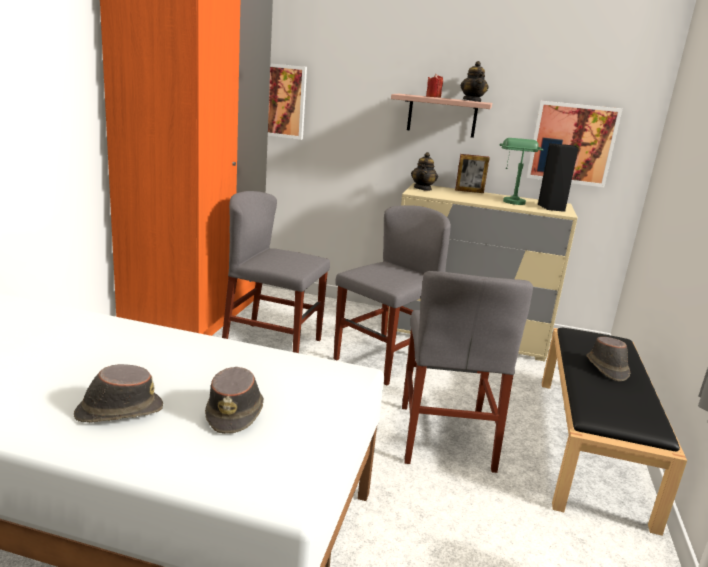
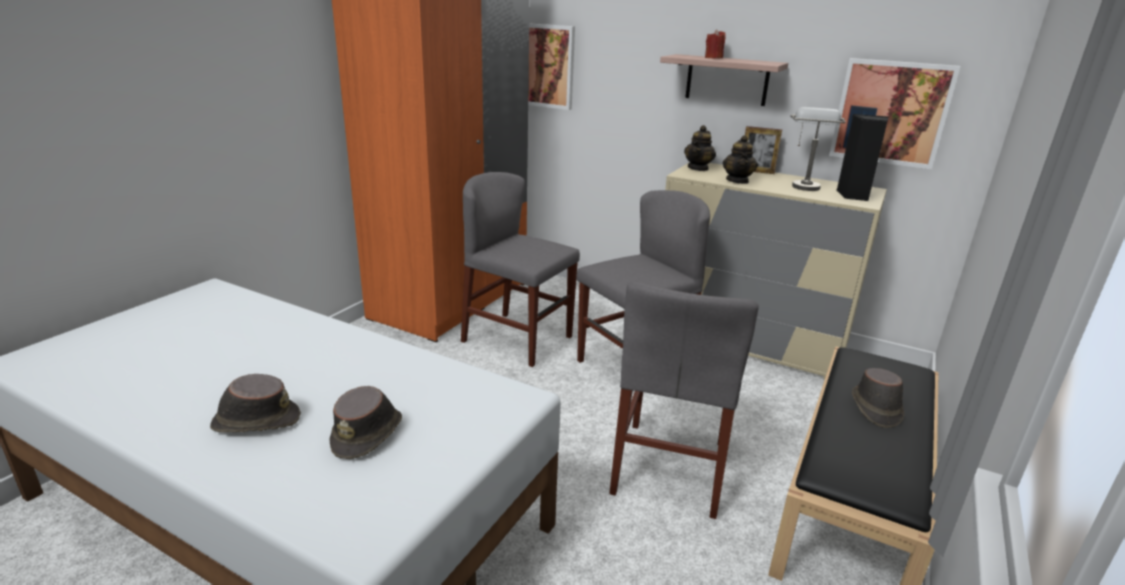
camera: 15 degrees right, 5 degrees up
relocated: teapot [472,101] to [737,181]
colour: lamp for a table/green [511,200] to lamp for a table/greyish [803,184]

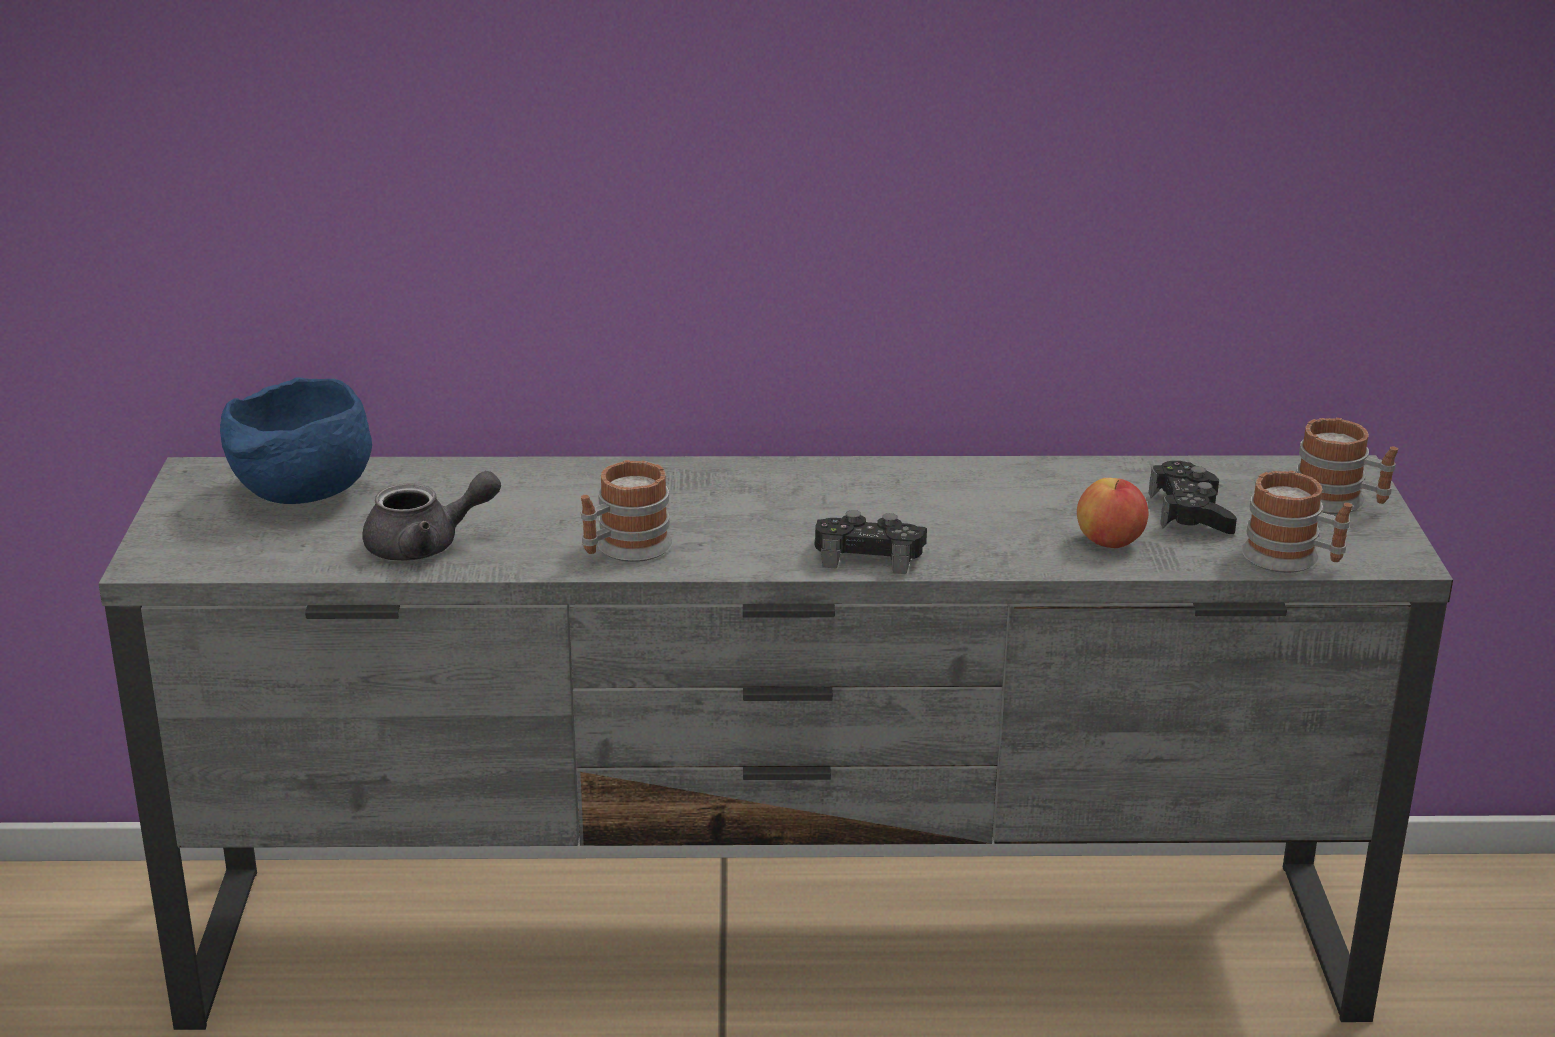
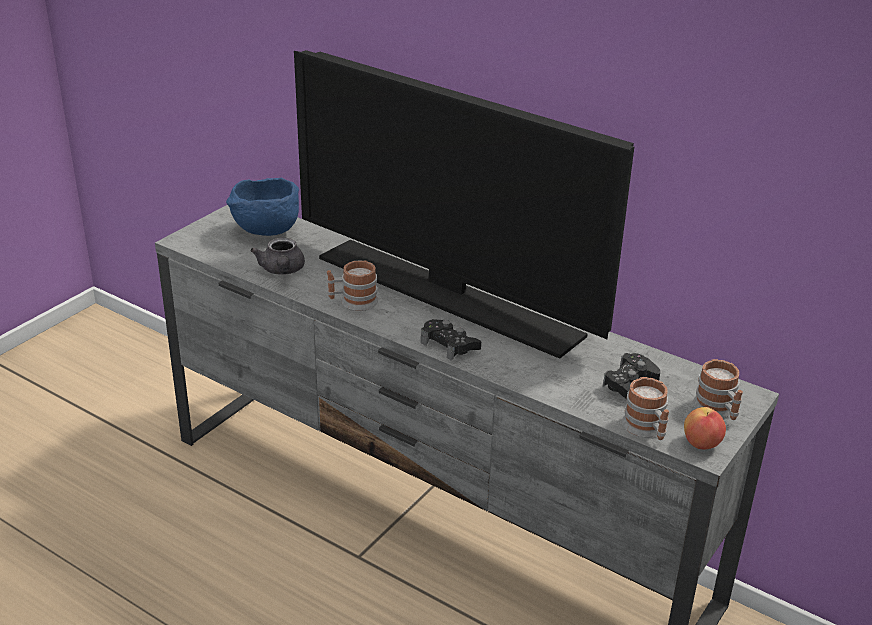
camera: 35 degrees right, 5 degrees up
appeared: TV set [449,296]
relocated: apple [1110,542] to [701,444]
spun: teapot/greyish [426,545] = [282,270] 60 degrees clockwise

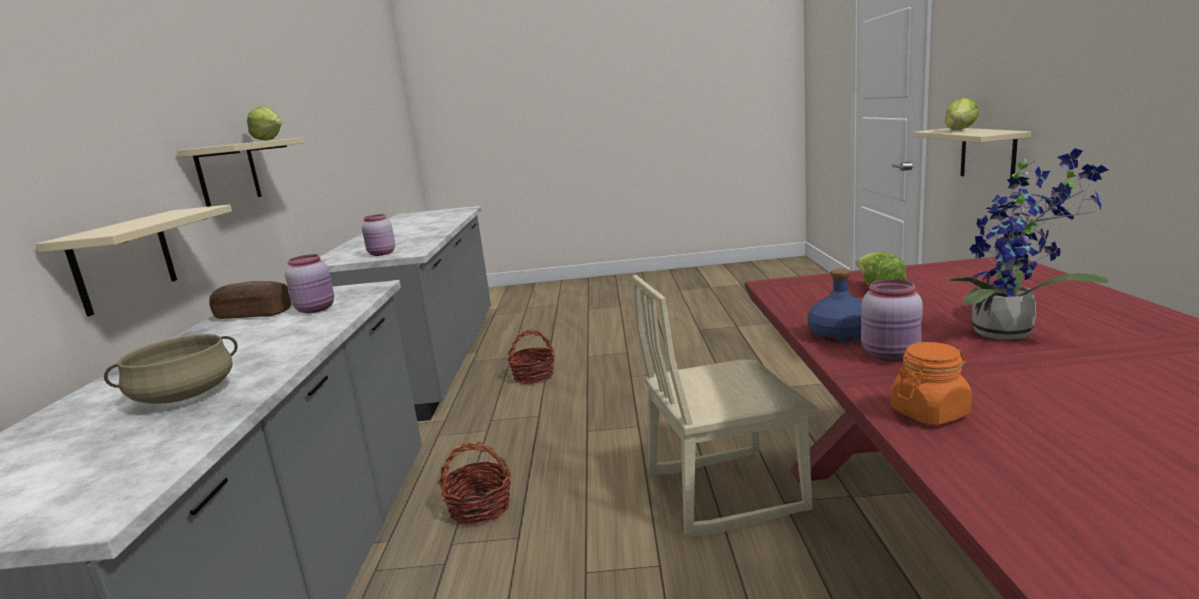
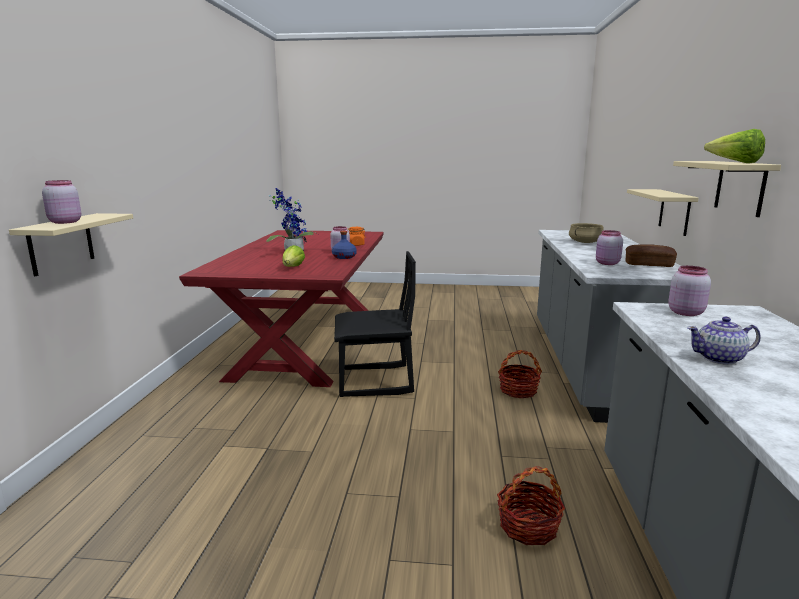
camera: 175 degrees left, 0 degrees up
appeared: teapot [720,358]
exchanged: lettuce head [960,130] to jar/pink-coloured [64,222]
colour: upright chair/beige-coloured [724,491] to upright chair/black [374,381]

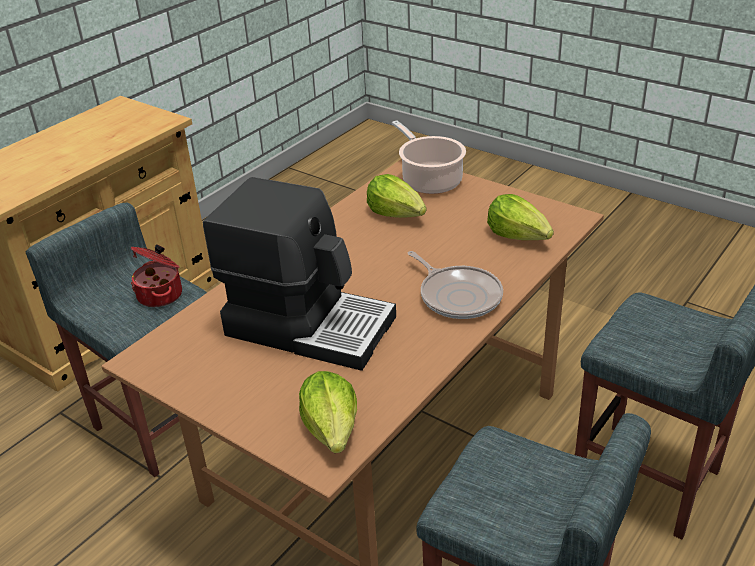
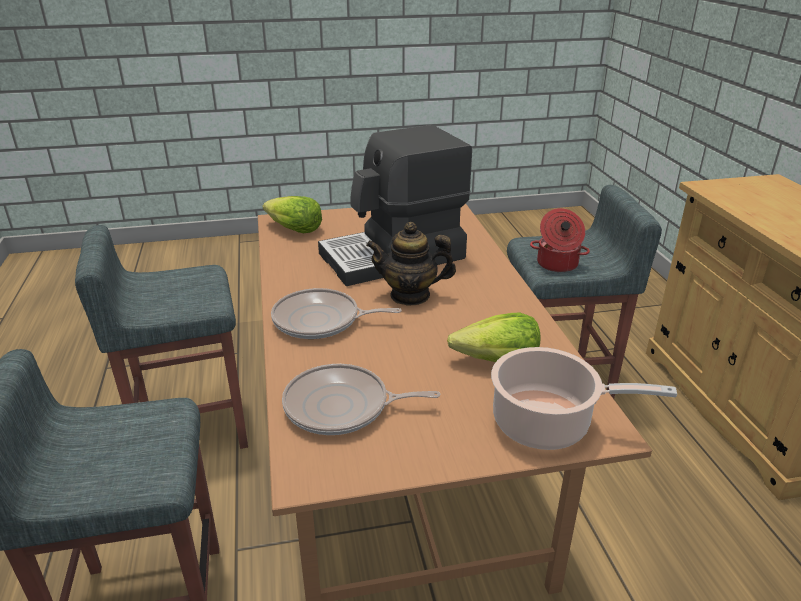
camera: 130 degrees right, 5 degrees down
appeared: teapot [410,295]
exchanged: lettuce head [518,236] to skillet [342,407]

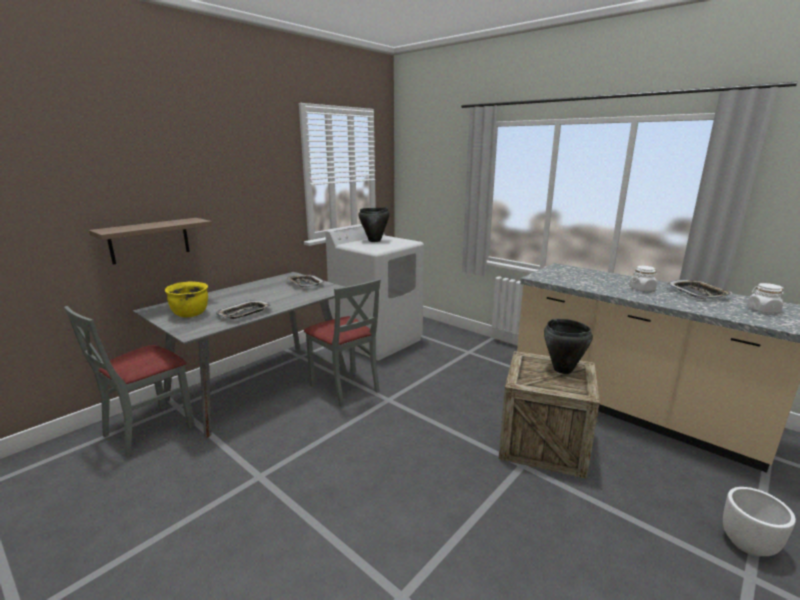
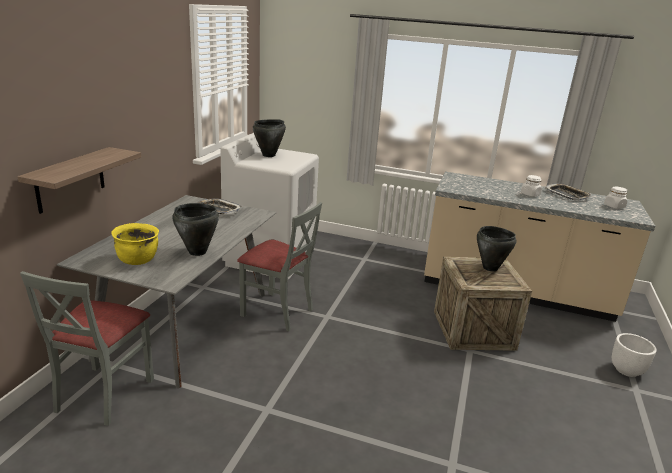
camera: 25 degrees left, 5 degrees up
exchanged: tray [244,313] to saucepot/black [197,252]

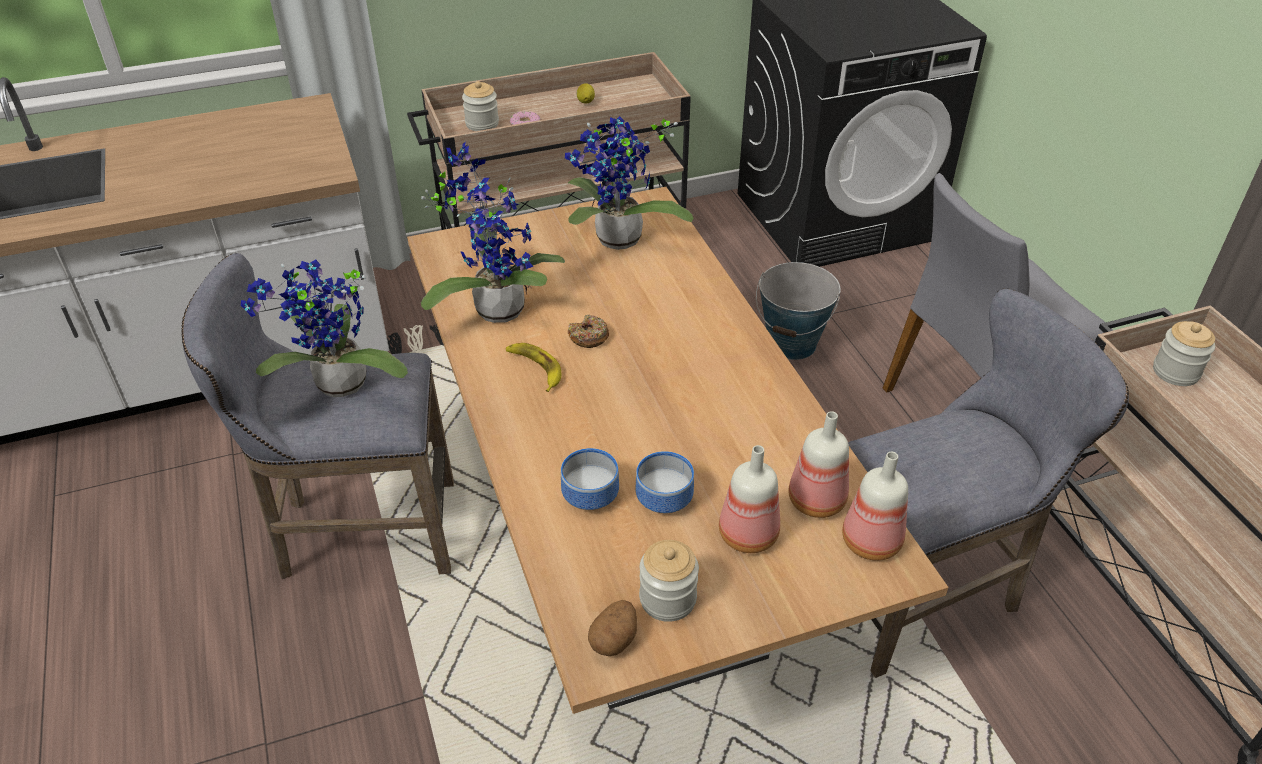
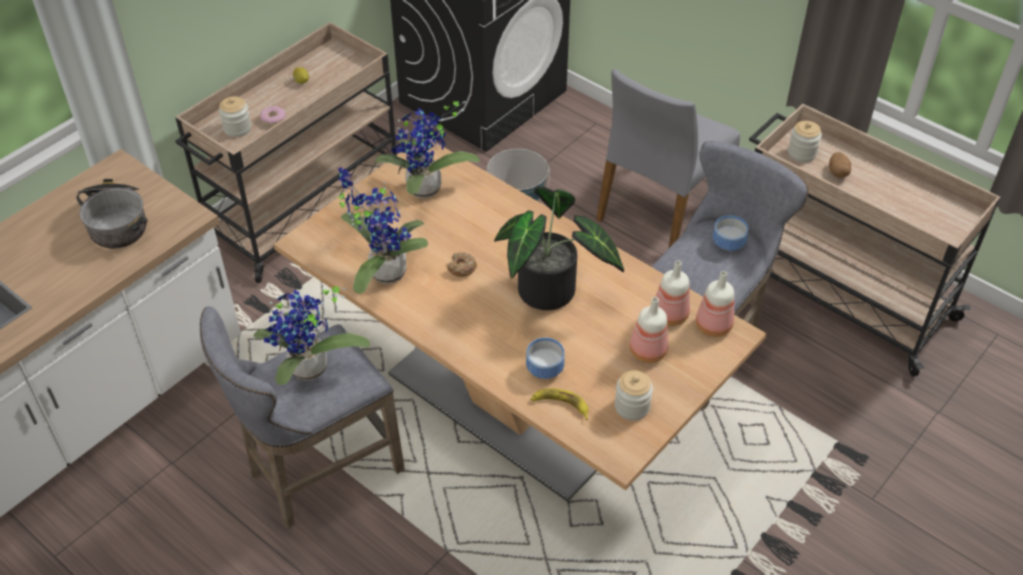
camera: 30 degrees left, 5 degrees up
appeared: saucepot [117,222]; plant in a pot [551,295]
relocated: banana [535,368] to [560,405]; deep dish [666,498] to [728,242]; spud [614,639] to [838,172]

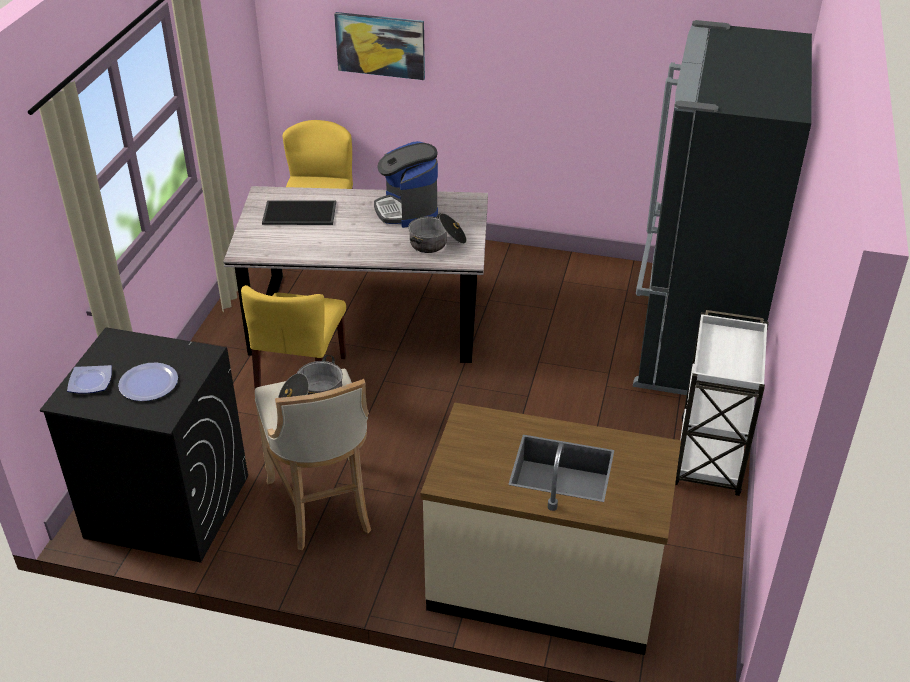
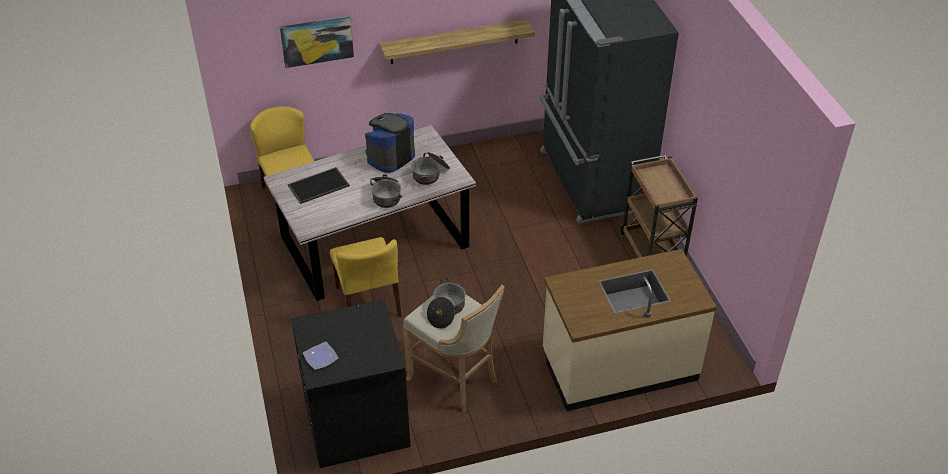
camera: 30 degrees left, 5 degrees up
missing: flat dish [148,383]
appeared: saucepot [386,195]; shelf [454,41]
colour: wheeled cart/white-coloured [709,459] to wheeled cart/brownish [652,252]
spun: coffee brewer [407,210] = [390,157] 90 degrees clockwise

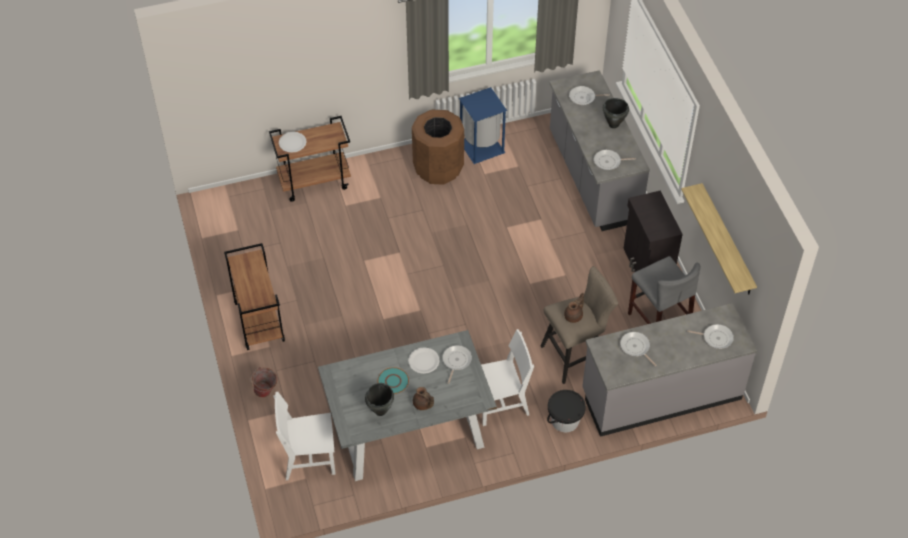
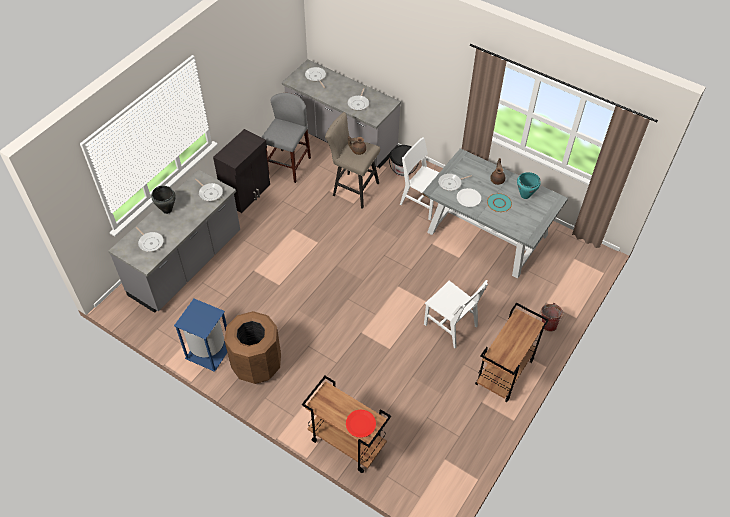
camera: 130 degrees left, 0 degrees up
missing: shelf [727,241]
relocated: upright chair/white-coloured [309,458] to [450,325]
colour: flat dish/white-coloured [292,143] to flat dish/red [360,423]; saucepot/black [380,411] to saucepot/turquoise [524,195]

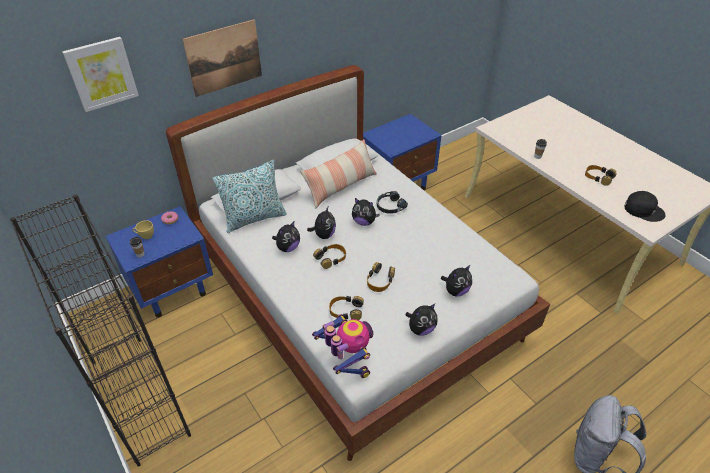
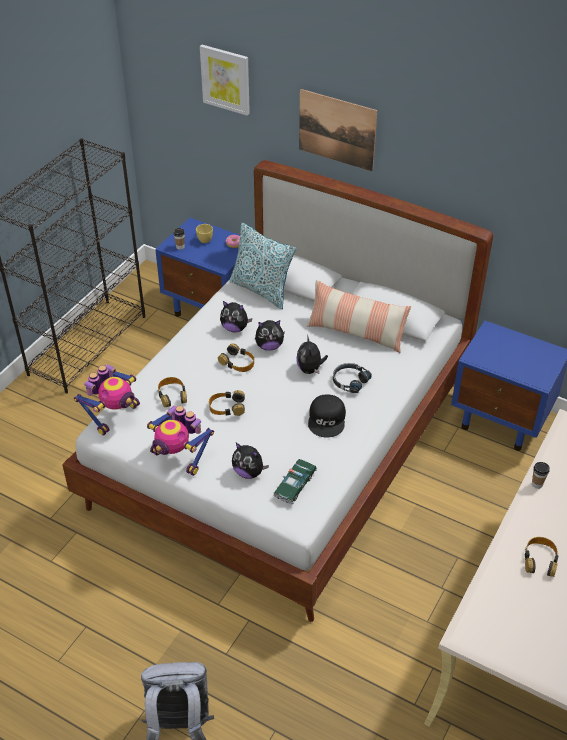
camera: 65 degrees right, 0 degrees up
appeared: model car [295,485]
relocated: cap/black [643,210] to [327,419]
exchanged: cuddly toy [421,329] to robot figure [179,458]

